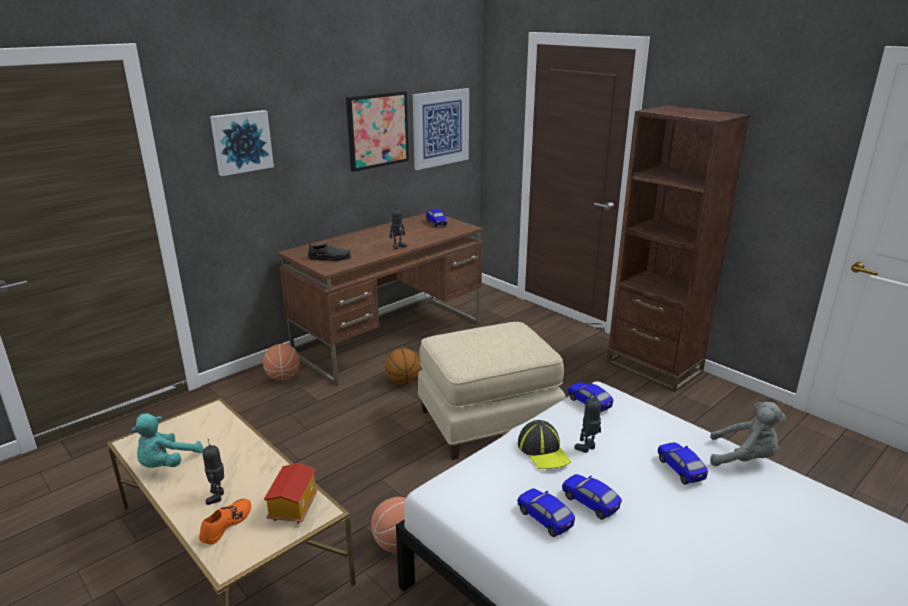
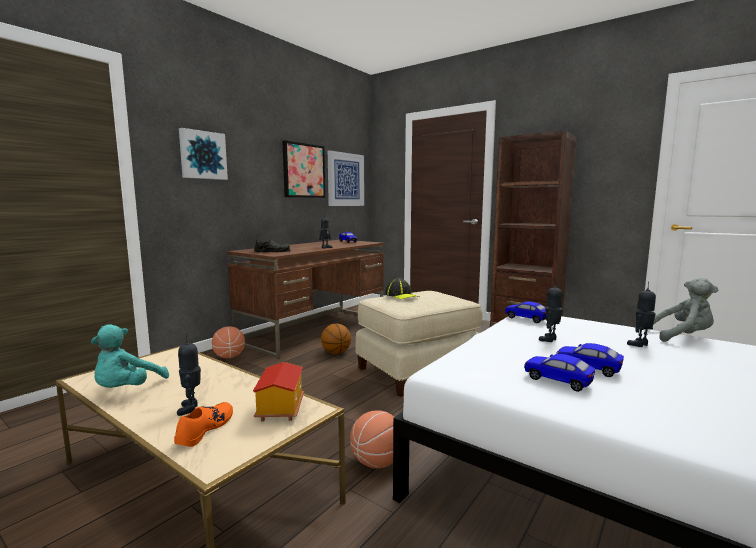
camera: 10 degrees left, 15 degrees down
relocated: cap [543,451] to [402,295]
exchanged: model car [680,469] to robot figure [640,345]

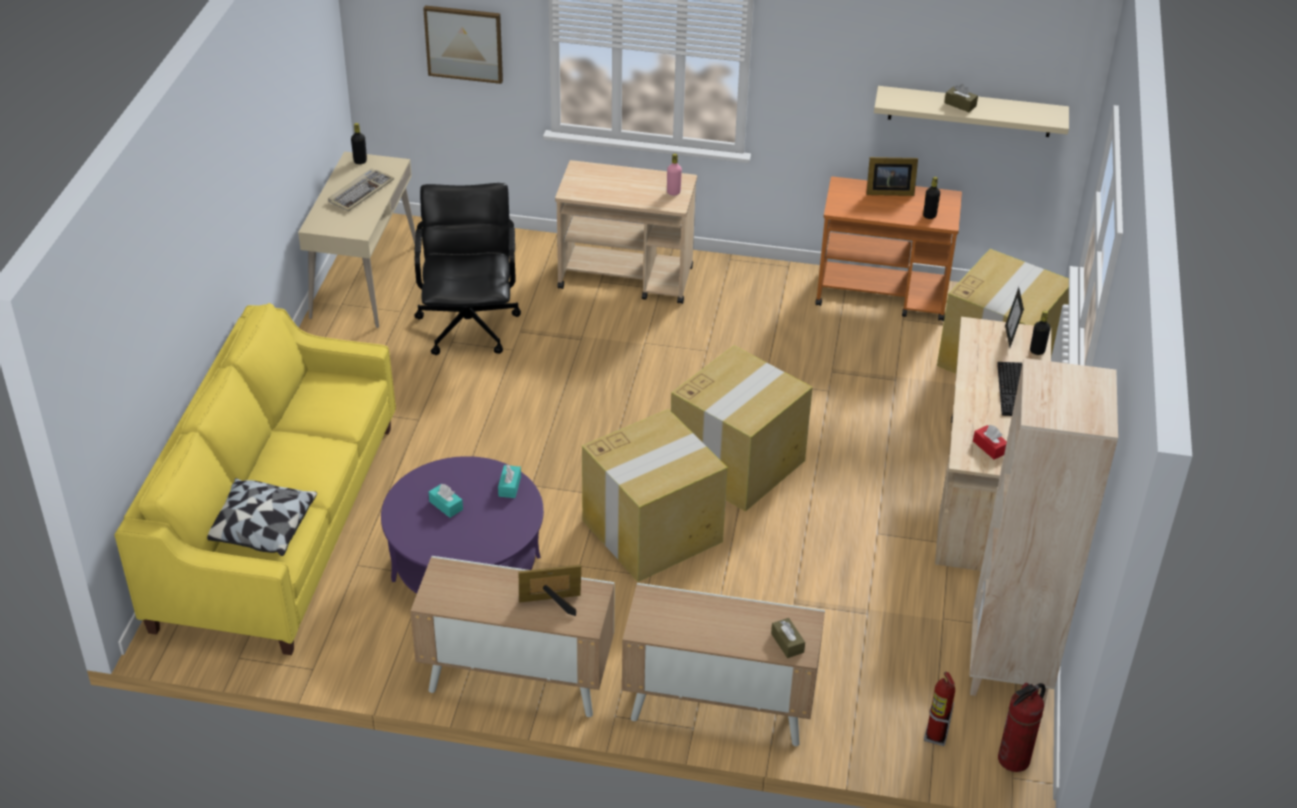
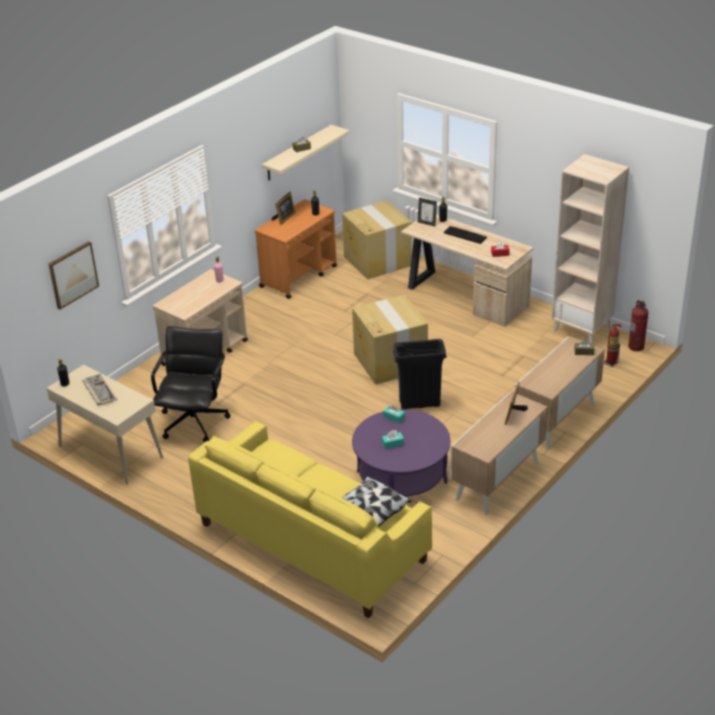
camera: 60 degrees left, 5 degrees down
exchanged: cardboard box [653,530] to rubbish bin/black [420,404]
spun: office chair/black [469,326] = [194,421] 75 degrees clockwise

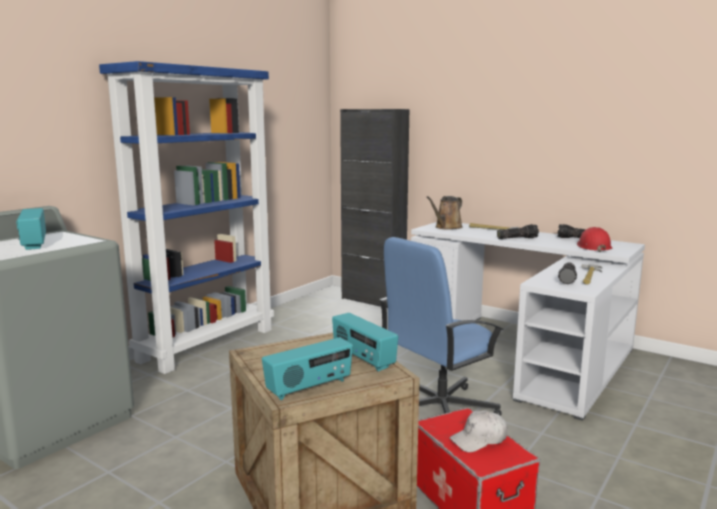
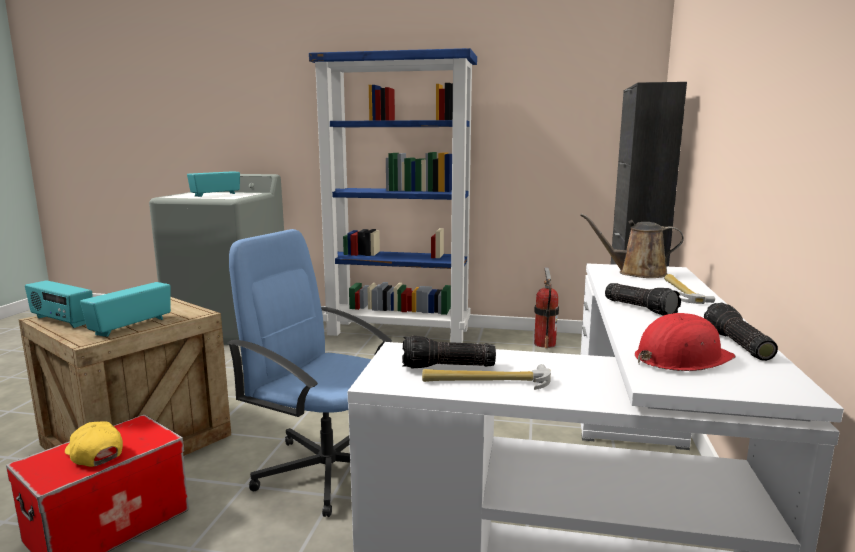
camera: 65 degrees right, 0 degrees up
appeared: extinguisher [544,343]
colour: cap/white-coloured [479,440] to cap/yellow [94,453]

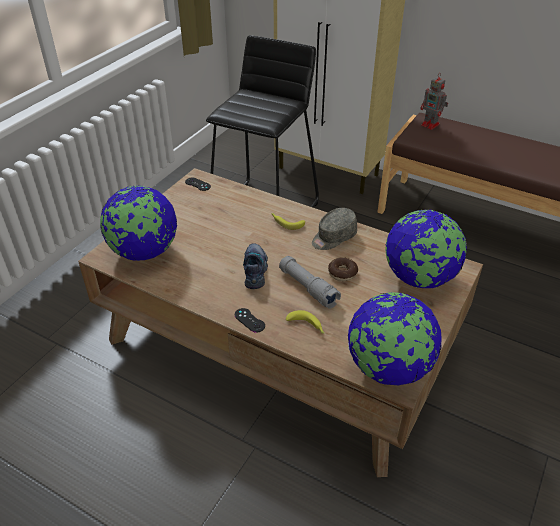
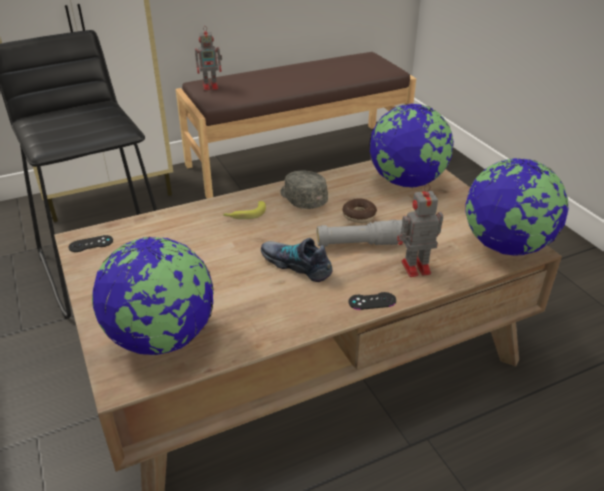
camera: 55 degrees left, 5 degrees down
exchanged: banana [307,326] to robot figure [414,267]
spun: cap/greyish [333,237] = [302,198] 150 degrees clockwise

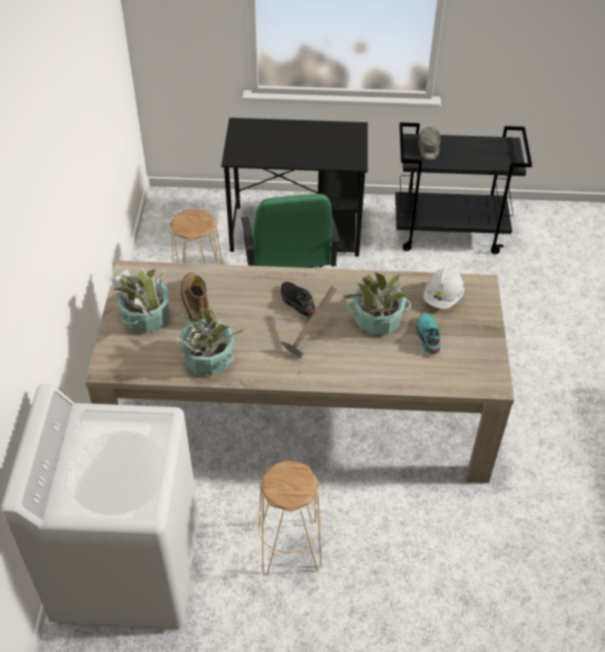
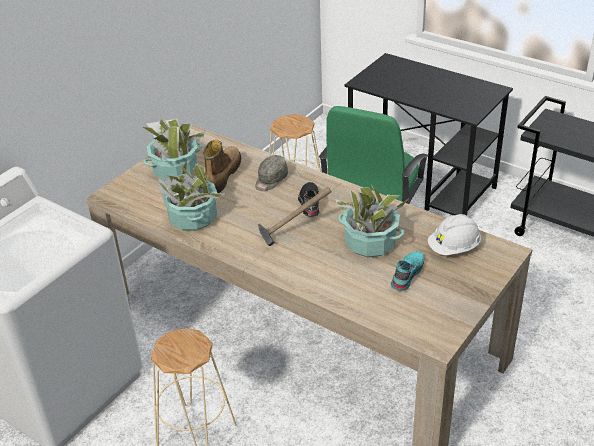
camera: 35 degrees right, 10 degrees down
relocated: cap/greyish [429,149] to [270,180]

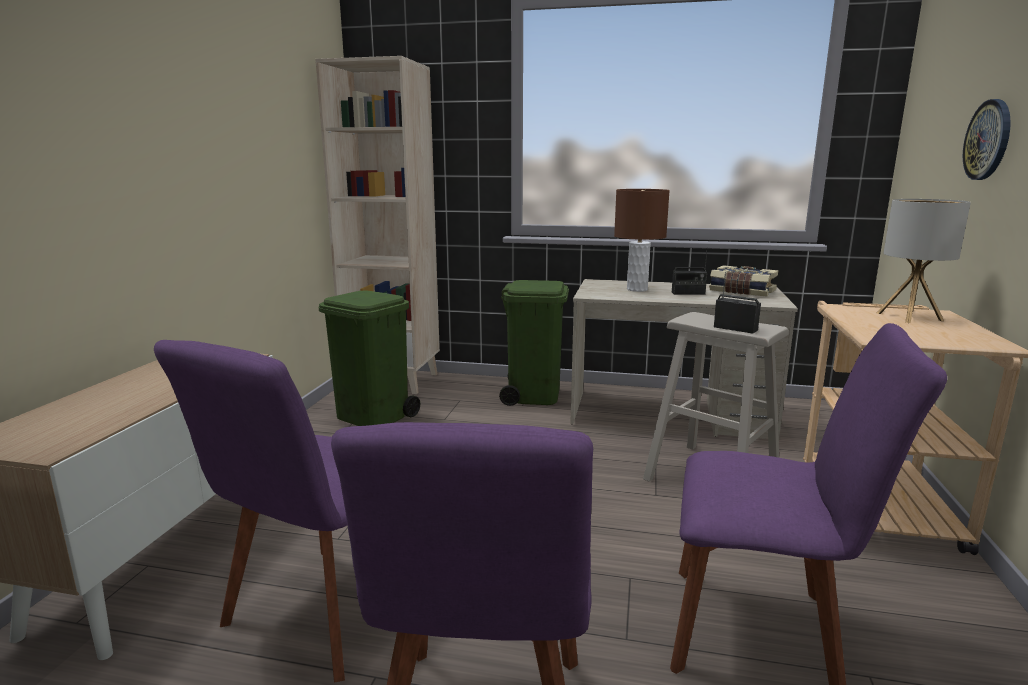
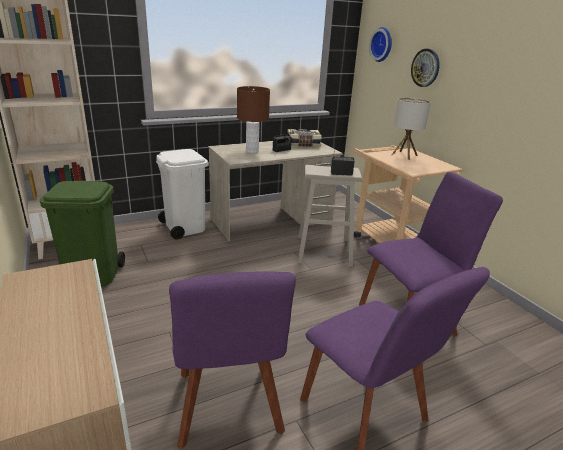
camera: 40 degrees left, 10 degrees up
appeared: clock on the wall [383,44]
colour: rubbish bin/green [534,395] to rubbish bin/white-coloured [184,227]

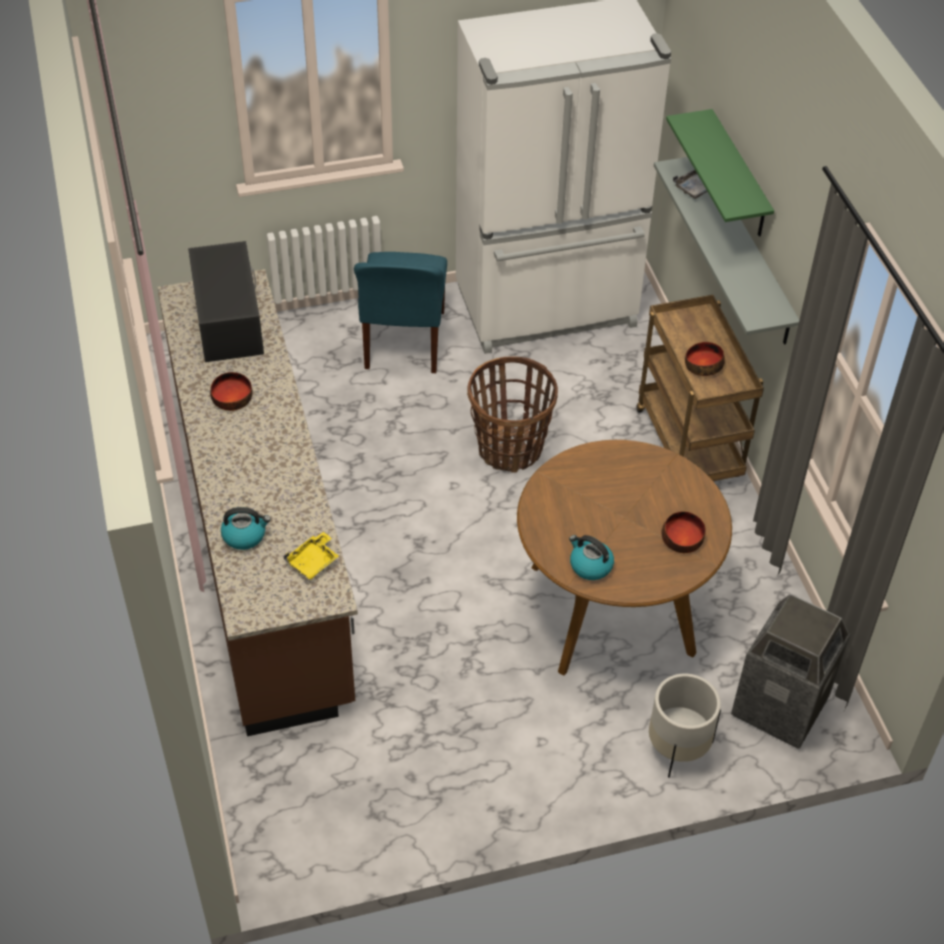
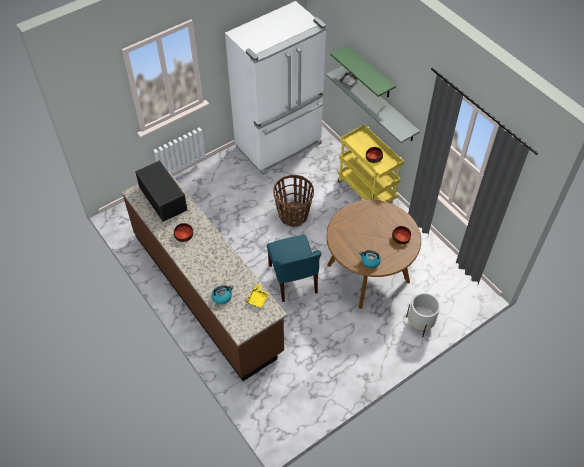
camera: 20 degrees left, 5 degrees up
missing: rubbish bin [780,705]
relocated: upright chair/blue-coloured [404,342] to [293,280]
colour: wheeled cart/brownish [690,446] to wheeled cart/yellow [367,191]

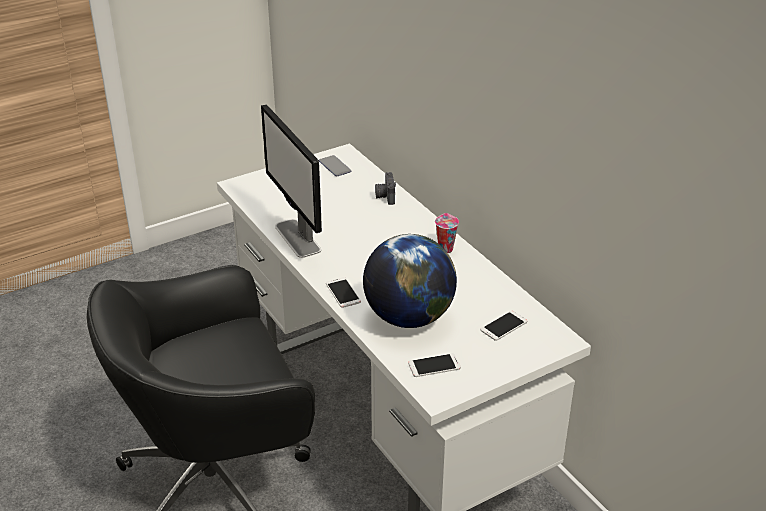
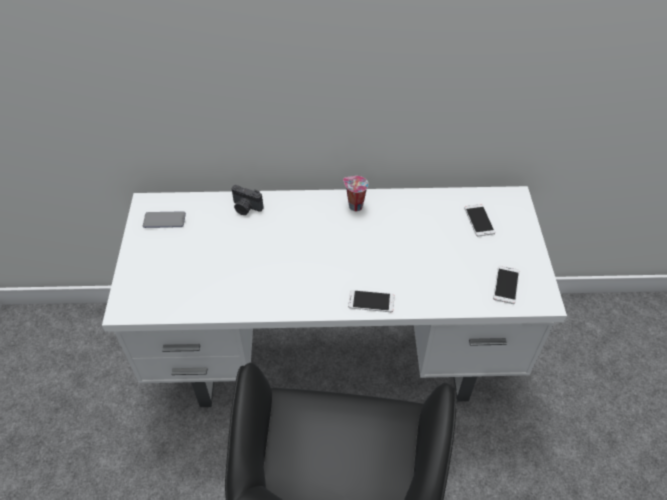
camera: 60 degrees left, 15 degrees up
missing: monitor [297,238]; desk globe [409,317]

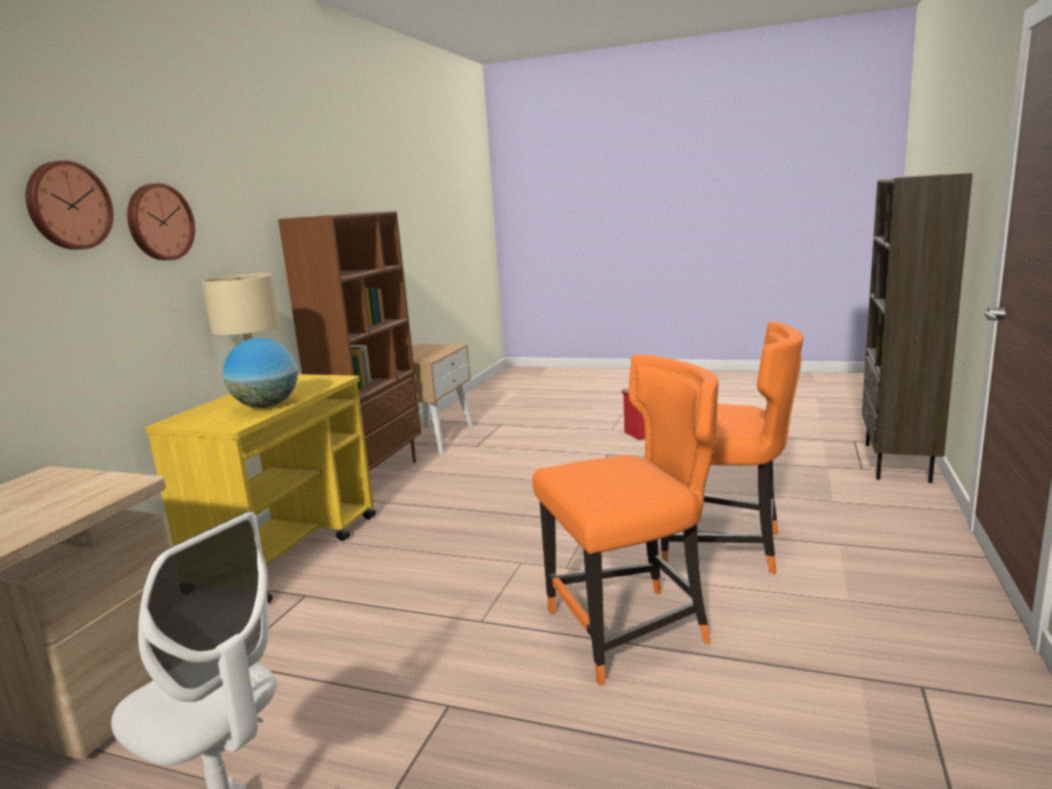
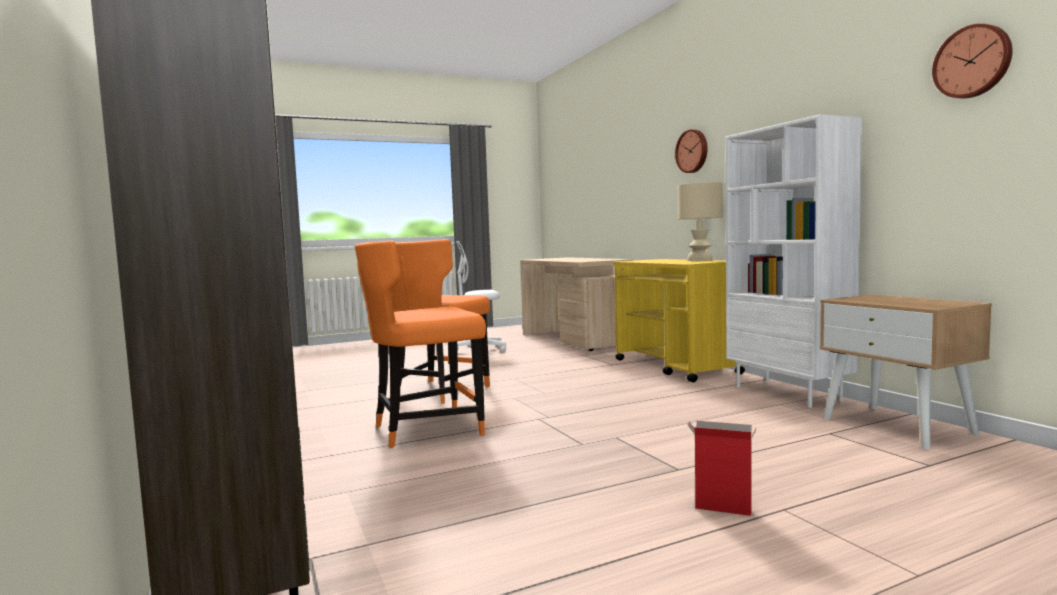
camera: 135 degrees right, 10 degrees down
missing: desk globe [266,406]
relocated: clock on the wall [67,206] to [972,62]
colour: shelving unit/brownish [375,476] to shelving unit/white-coloured [788,393]

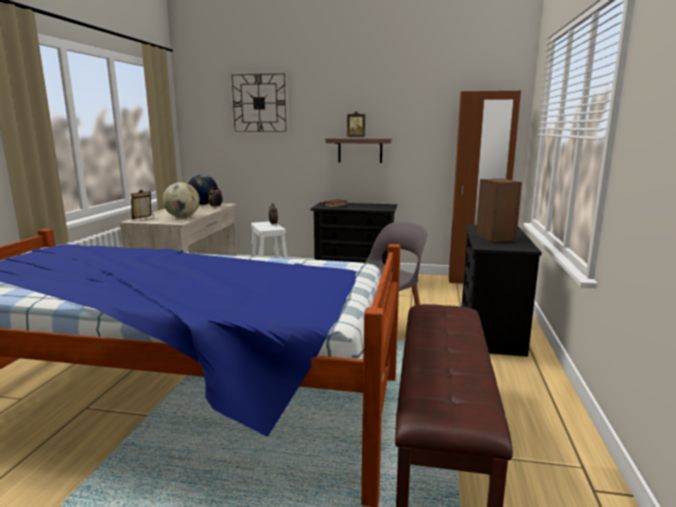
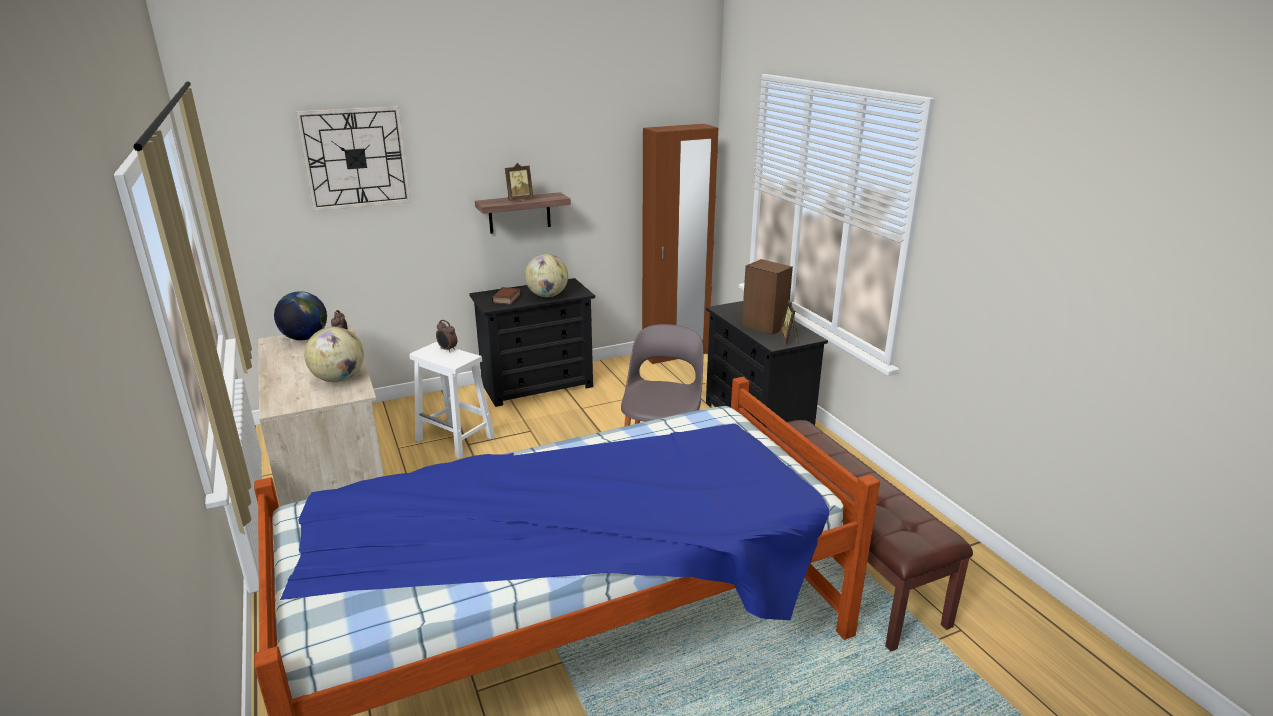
camera: 35 degrees left, 10 degrees up
appeared: desk globe [547,295]
relocated: photo frame [144,219] to [789,339]

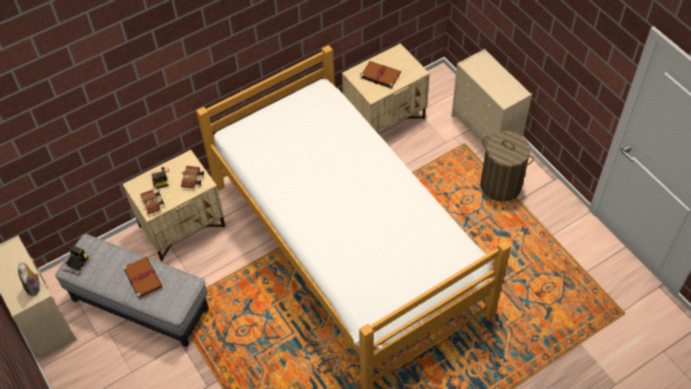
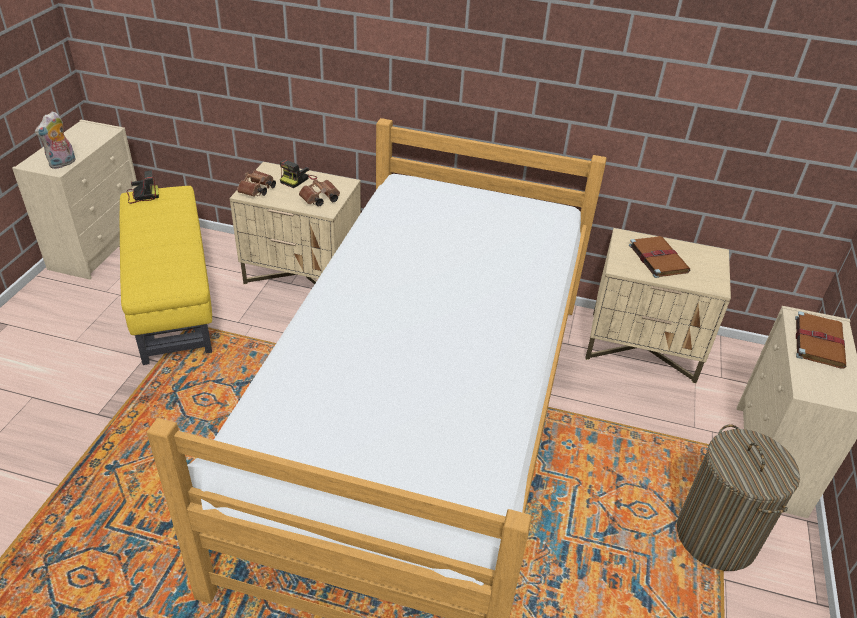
camera: 45 degrees right, 15 degrees down
relocated: volume/brownish [142,277] to [818,341]
colour: footrest/greyish [140,304] to footrest/yellow [172,299]

